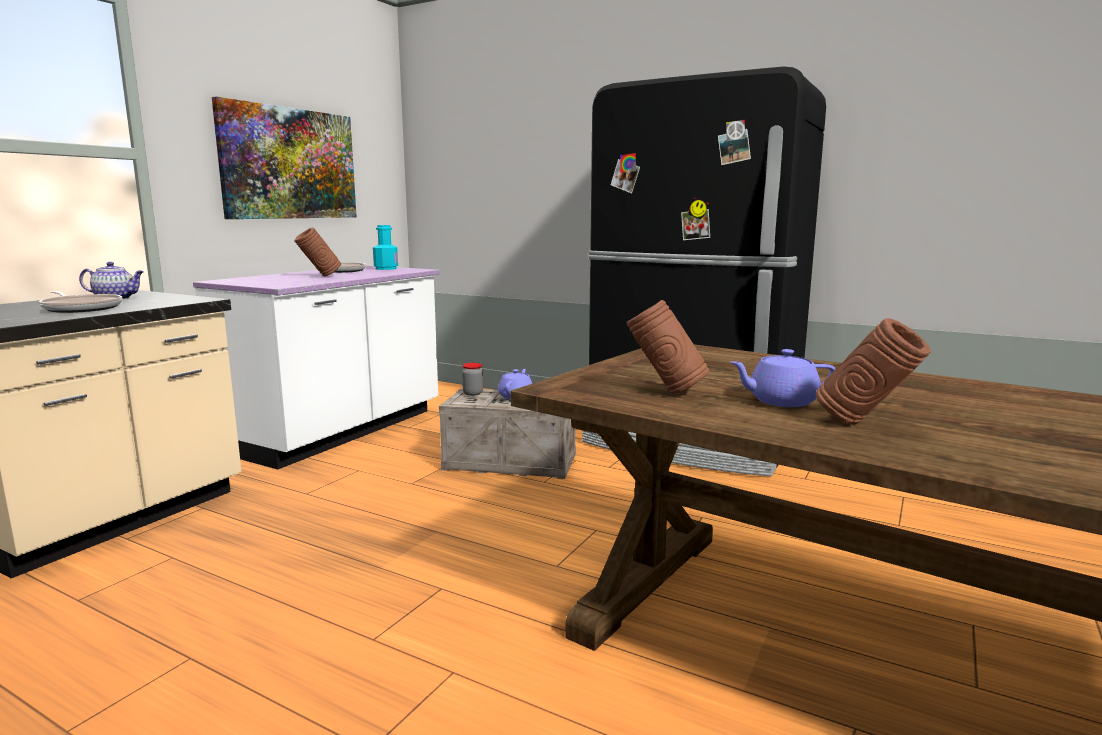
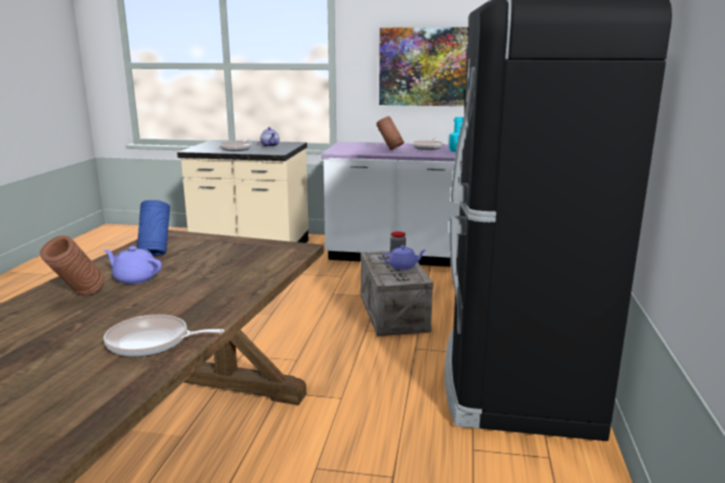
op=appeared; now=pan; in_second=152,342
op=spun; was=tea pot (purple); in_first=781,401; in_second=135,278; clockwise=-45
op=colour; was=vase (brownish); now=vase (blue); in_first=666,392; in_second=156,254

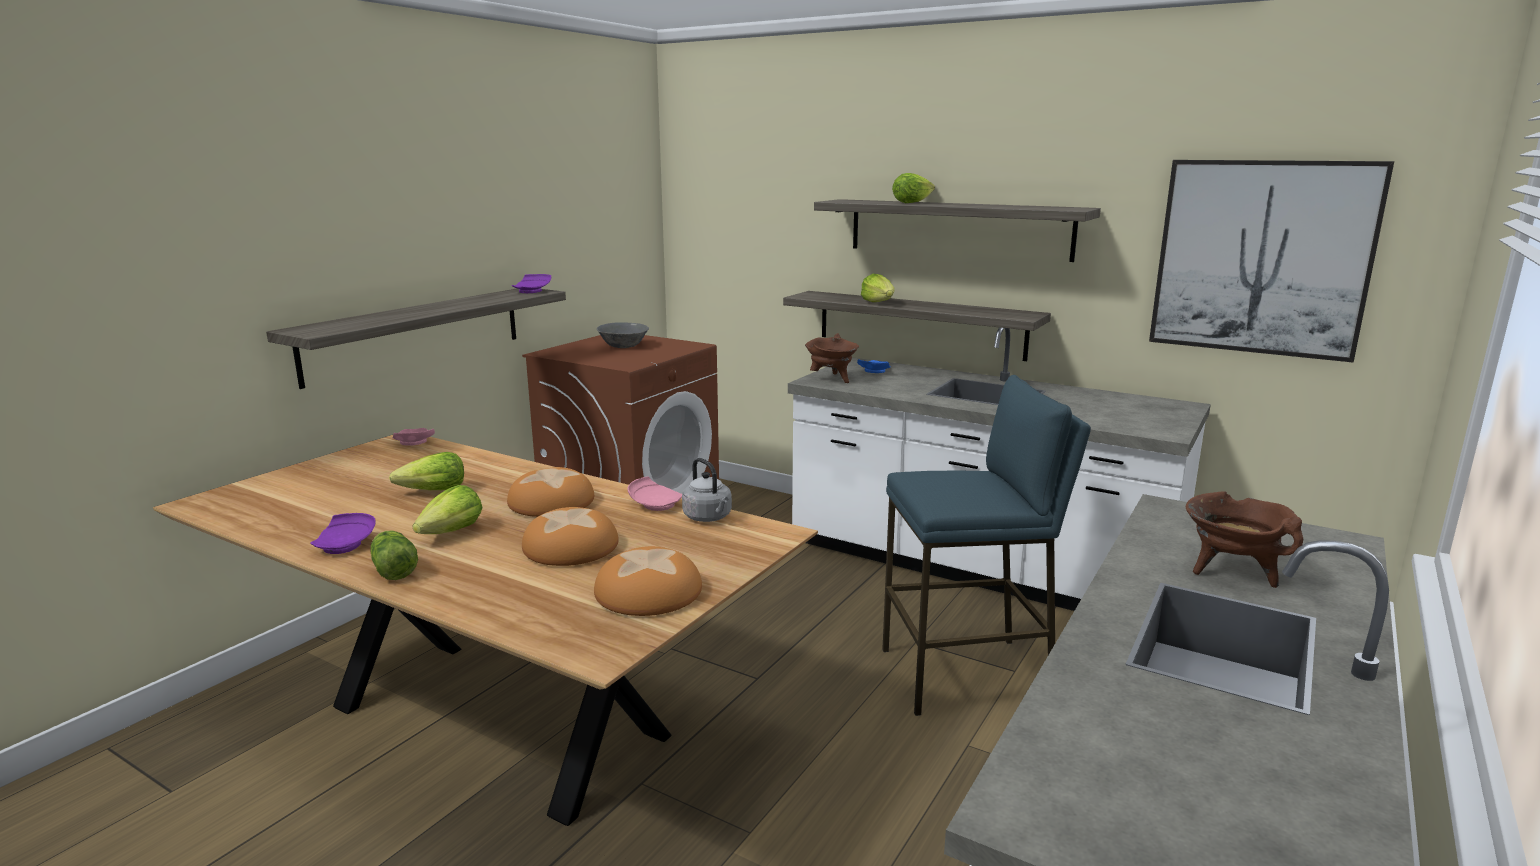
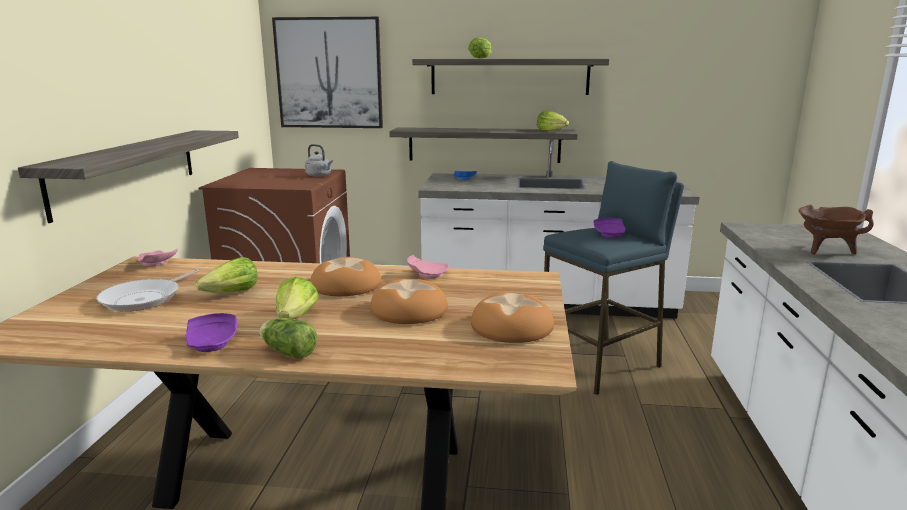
op=appeared; now=pan; in_second=145,298
op=relocated; was=wall art; in_first=1262,258; in_second=329,73
op=relocated; was=tea kettle (gray); in_first=709,517; in_second=319,175
op=relocated; was=lettuce head; in_first=879,303; in_second=552,131
op=relocated; was=dinner plate (purple); in_first=532,291; in_second=610,234
op=missing; was=serving bowl (gray); in_first=622,346
op=missing; was=stockpot (brownish); in_first=832,379

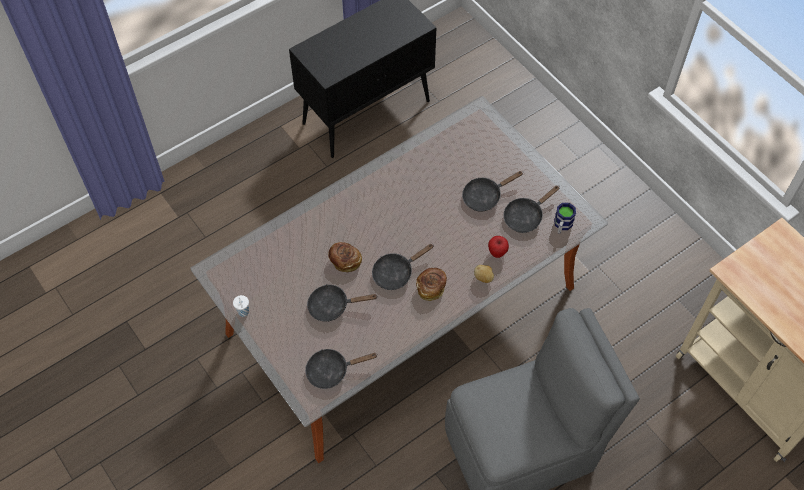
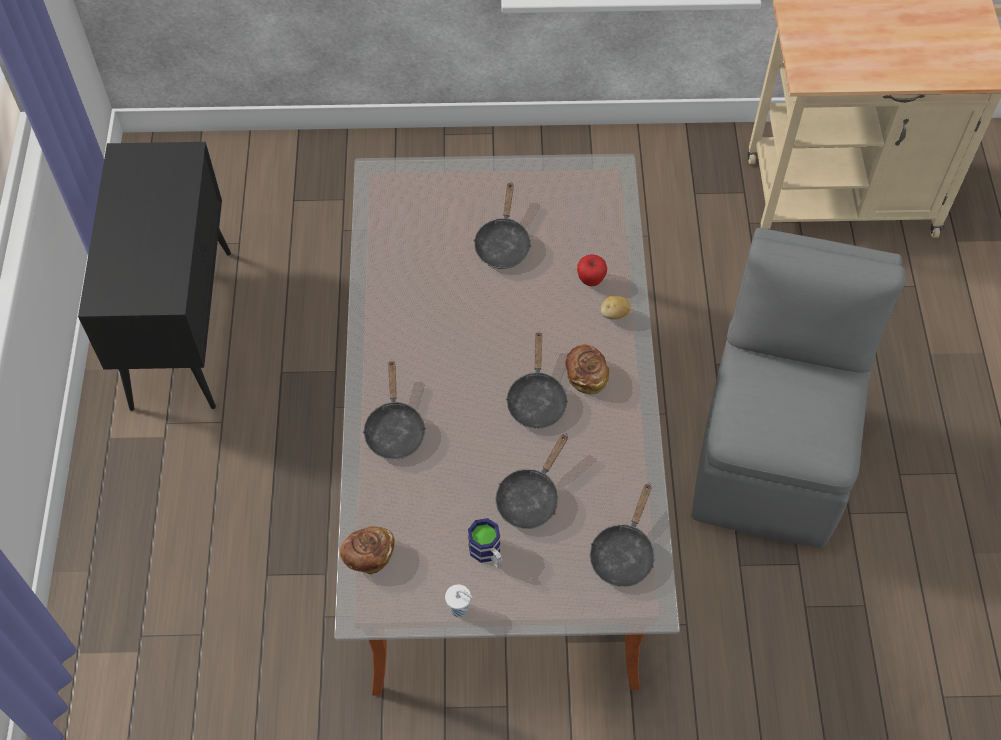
op=relocated; was=baked bread; in_first=345,261; in_second=368,555
op=relocated; was=pan (black); in_first=525,216; in_second=394,429
op=relocated; was=coffee mug; in_first=562,225; in_second=488,553

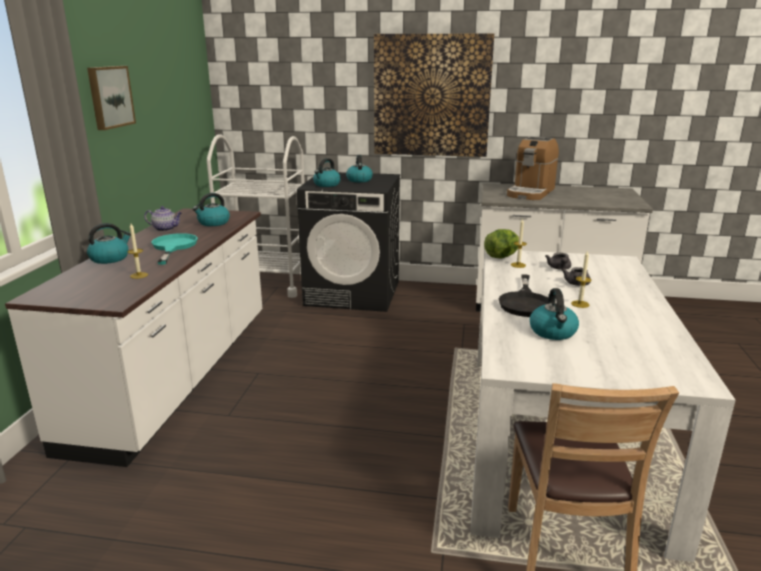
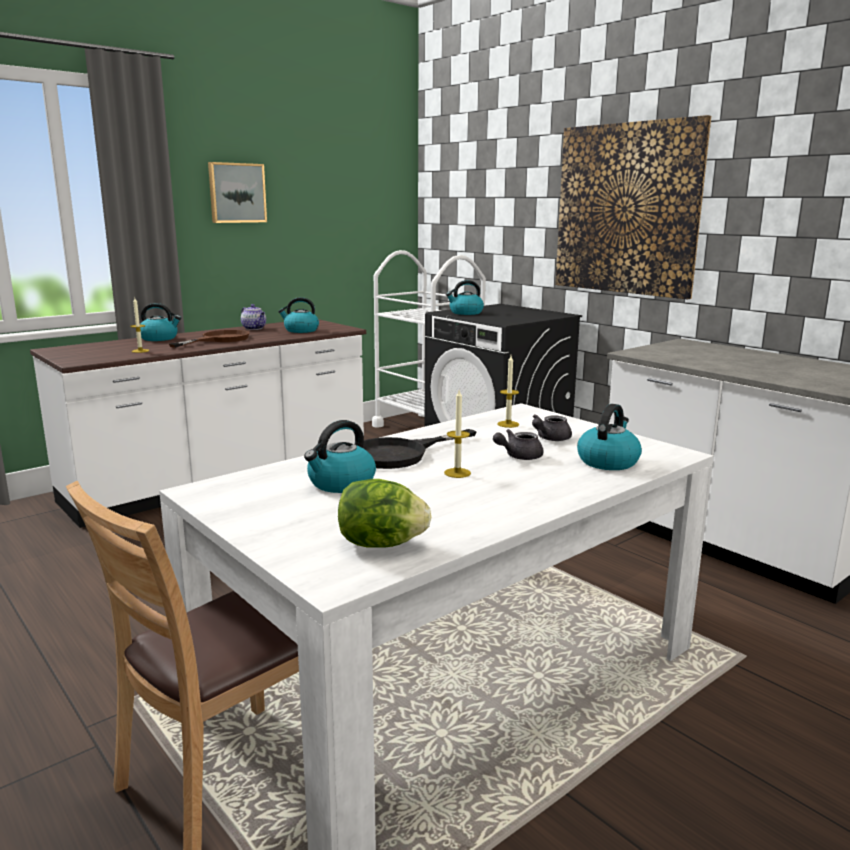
op=colour; was=pan (blue-green); now=pan (brownish); in_first=173,247; in_second=219,340
op=relocated; was=lettuce head; in_first=501,256; in_second=381,544
op=relocated; was=tea kettle; in_first=359,180; in_second=608,461
op=missing; was=coffee brewer; in_first=531,192

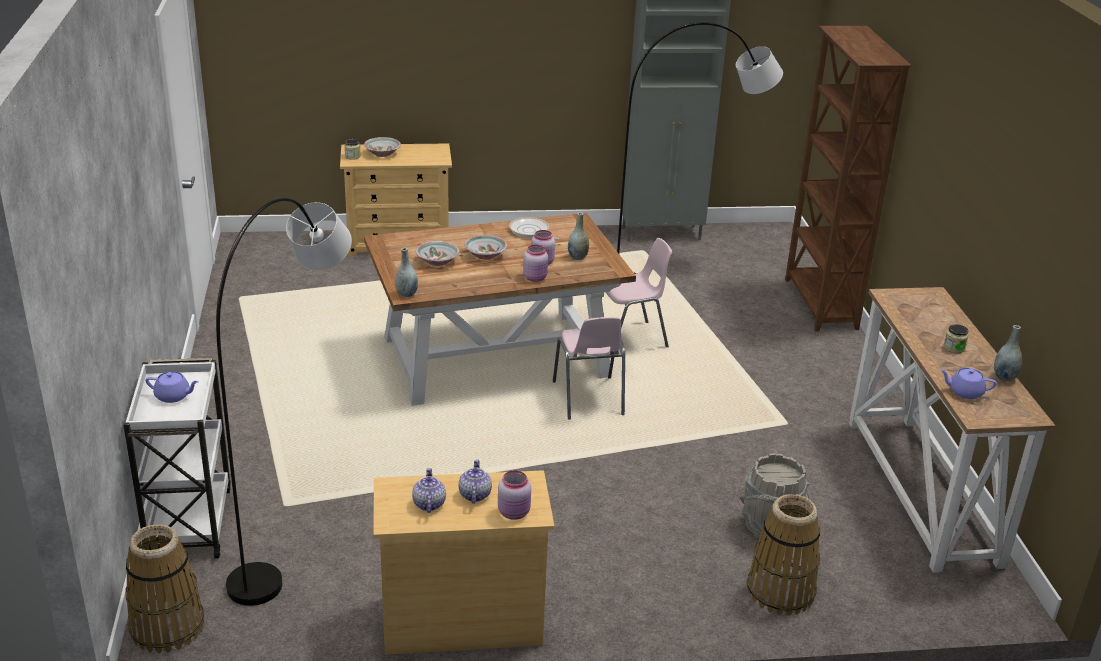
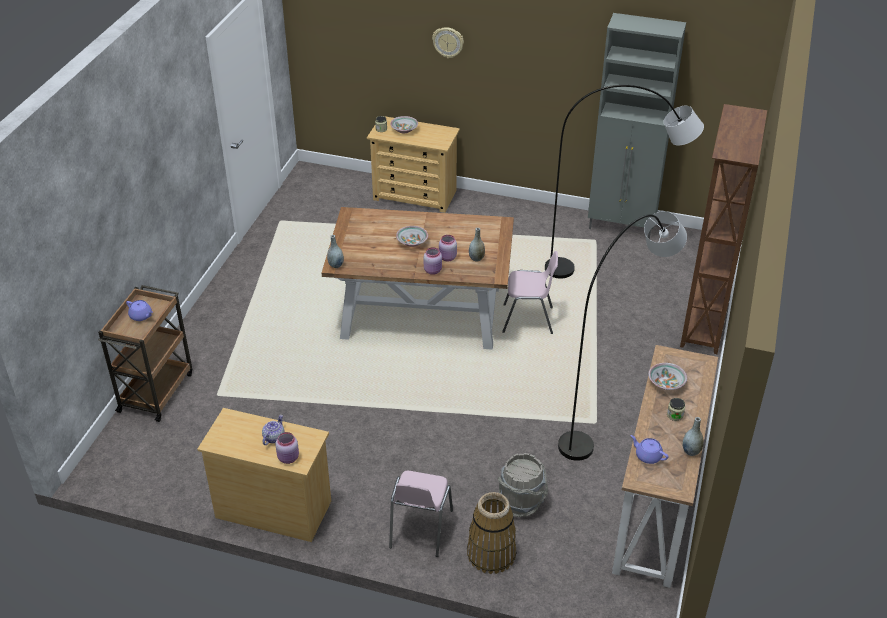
op=colour; was=wheeled cart (white-coloured); now=wheeled cart (brownish); in_first=189,522; in_second=156,391
op=relocated; was=plain chair (pinkish); in_first=588,399; in_second=420,529
op=appeared; now=hanging clock; in_second=448,42
op=relocated; was=floor lamp (gray); in_first=300,523; in_second=612,410
op=relocated; was=serving bowl; in_first=437,262; in_second=666,383
op=missing; was=storage basket; in_first=167,627
op=missing; was=tea pot; in_first=428,503
op=missing; was=pan; in_first=530,231

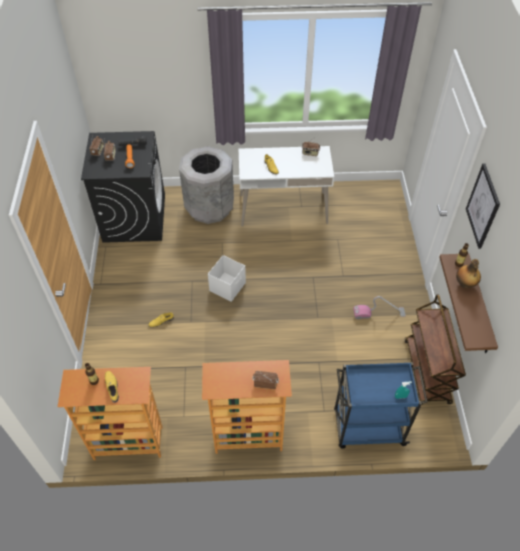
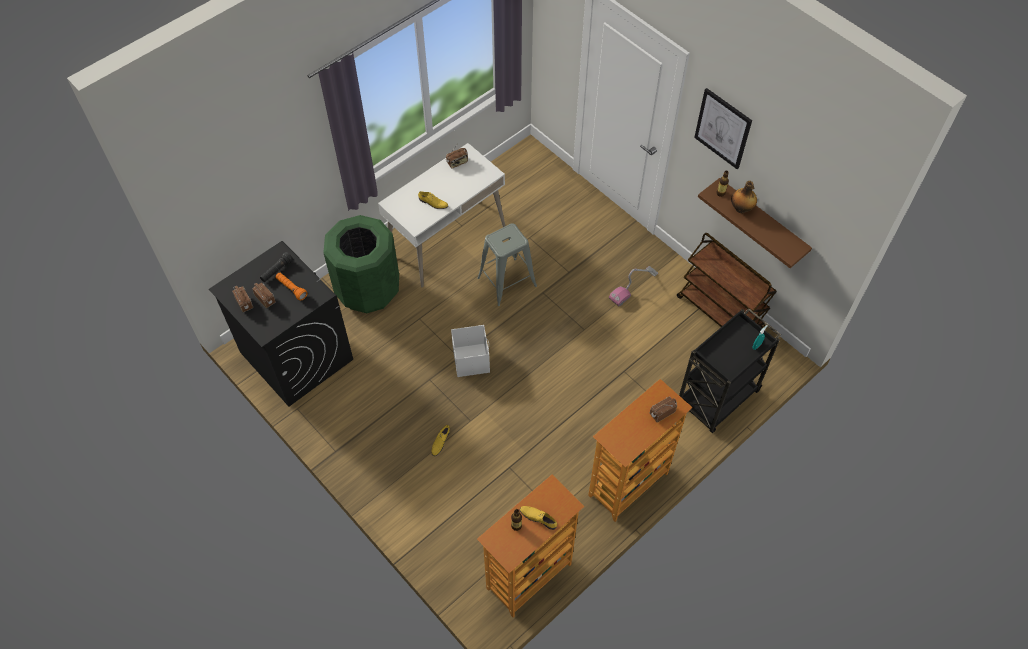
op=colour; was=waste bin (gray); now=waste bin (green-coloured); in_first=209,208; in_second=368,290
op=appeared; now=sitting stool (gray); in_second=507,281
op=colour; was=wheeled cart (blue); now=wheeled cart (black); in_first=367,428; in_second=716,399

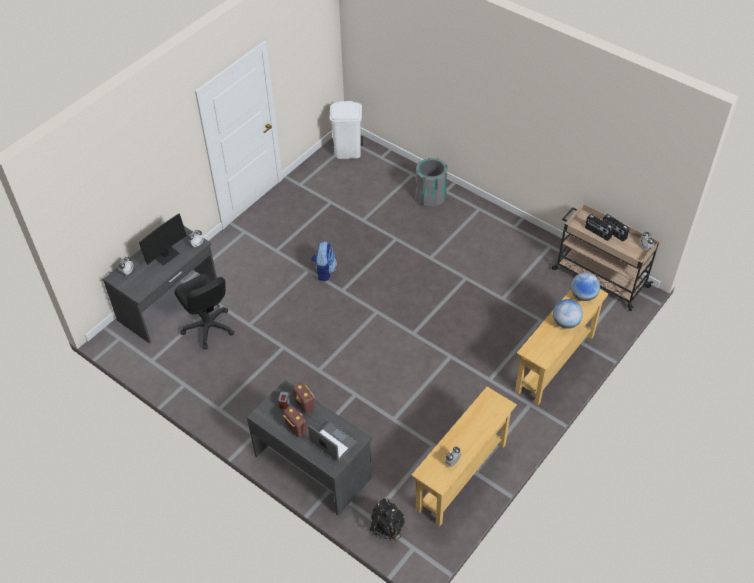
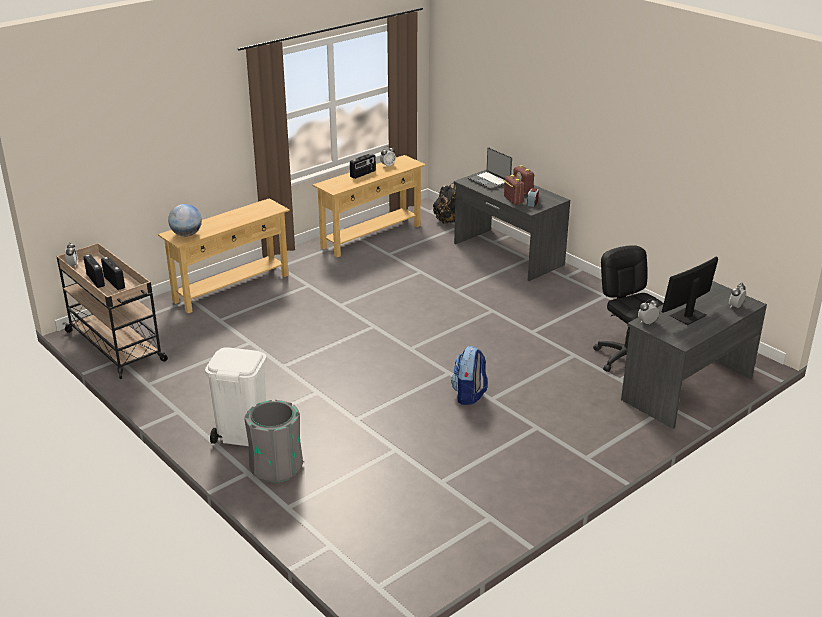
op=relocated; was=waste bin (white-coloured); in_first=348,151; in_second=242,434
op=appeared; now=radio; in_second=363,174
op=missing; was=globe; in_first=565,322

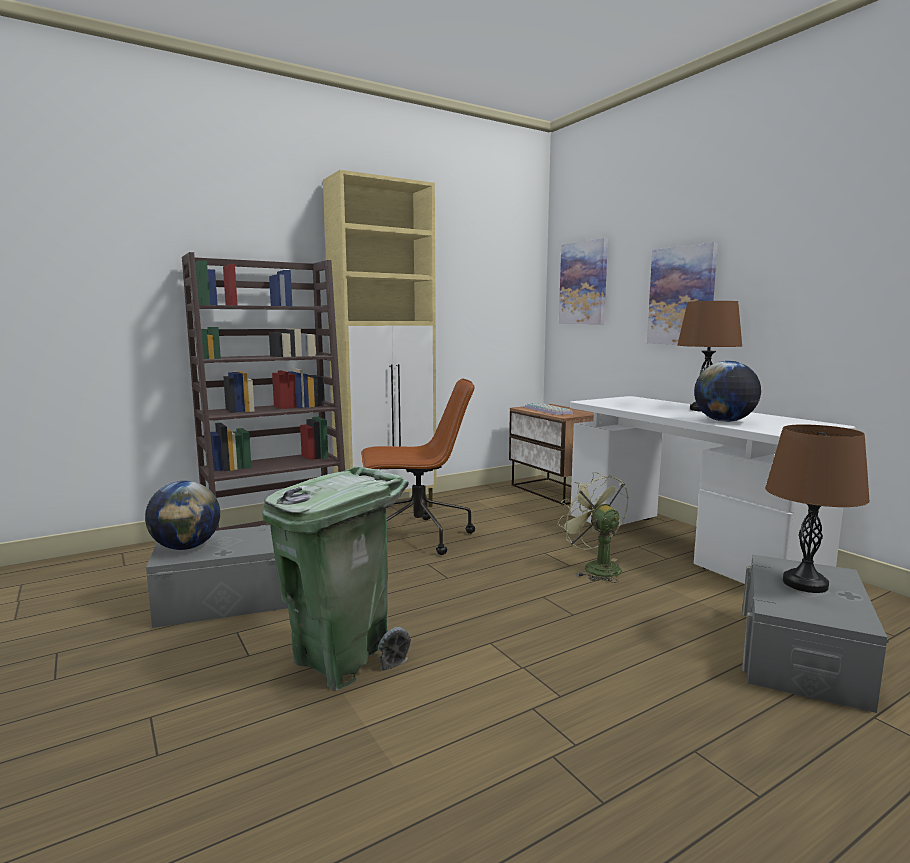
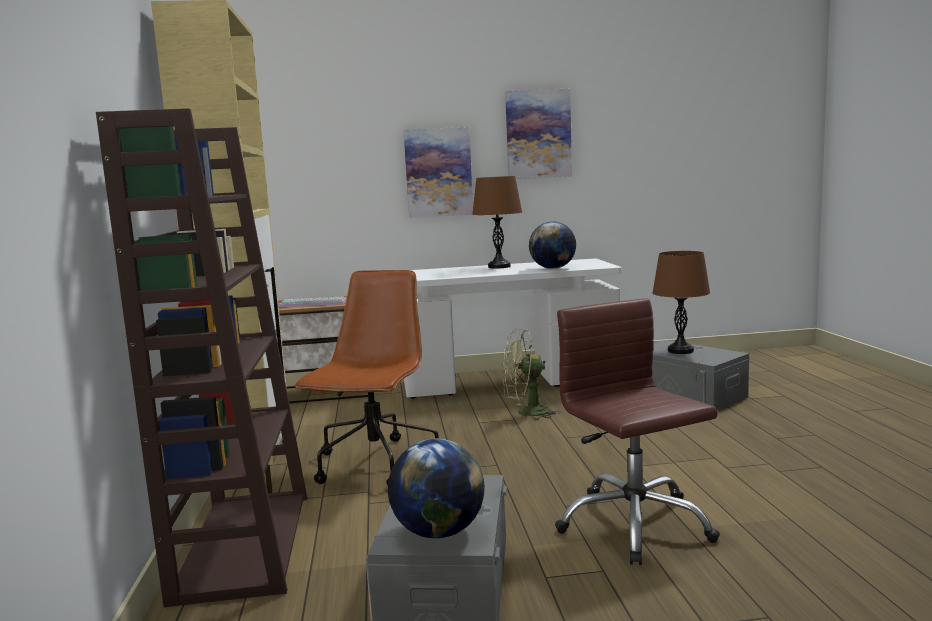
op=relocated; was=wall art; in_first=583,283; in_second=538,134
op=exchanged; was=waste bin (green-coloured); now=desk chair (brownish); in_first=342,660; in_second=633,524

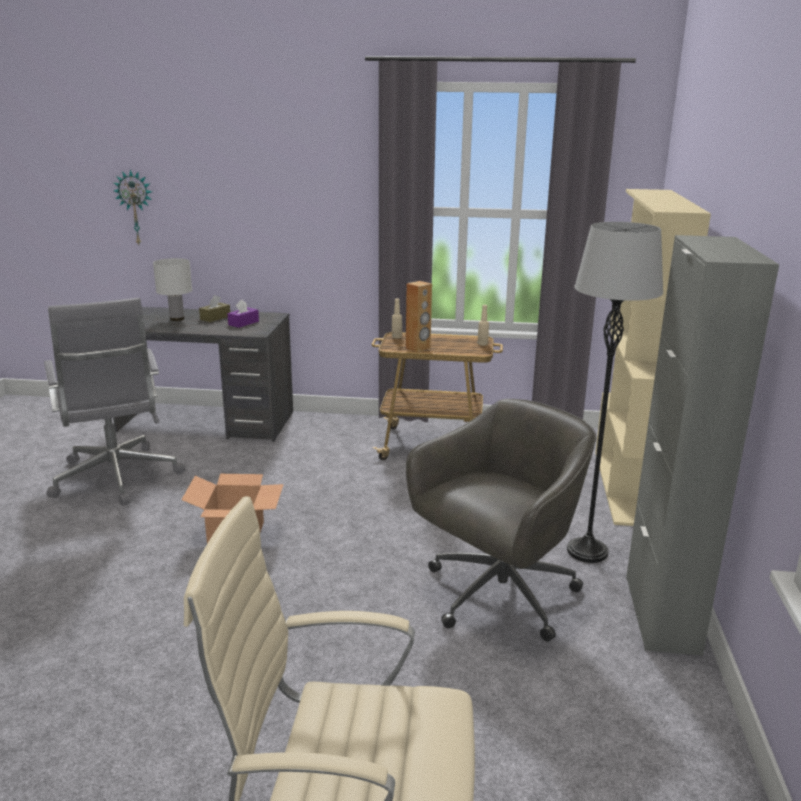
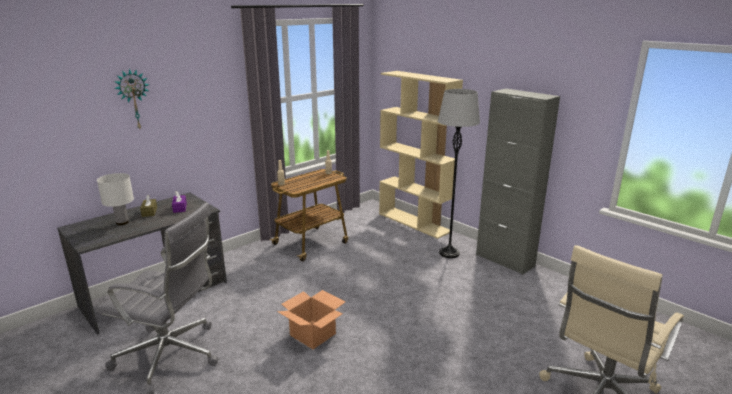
op=relocated; was=hanging clock; in_first=136,208; in_second=133,99
op=missing; was=audio speaker (brownish); in_first=418,348
op=missing; was=desk chair (gray); in_first=497,595

